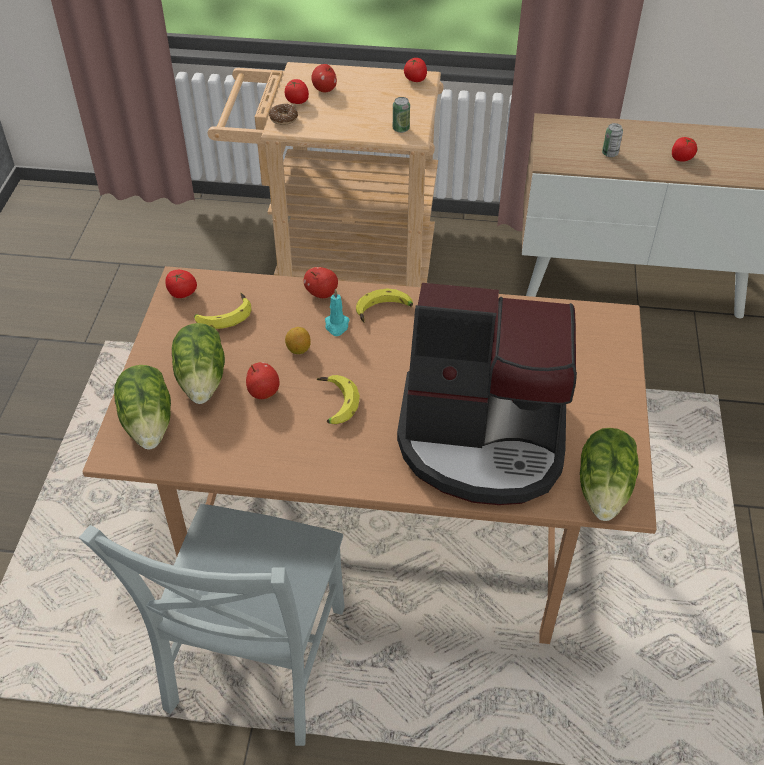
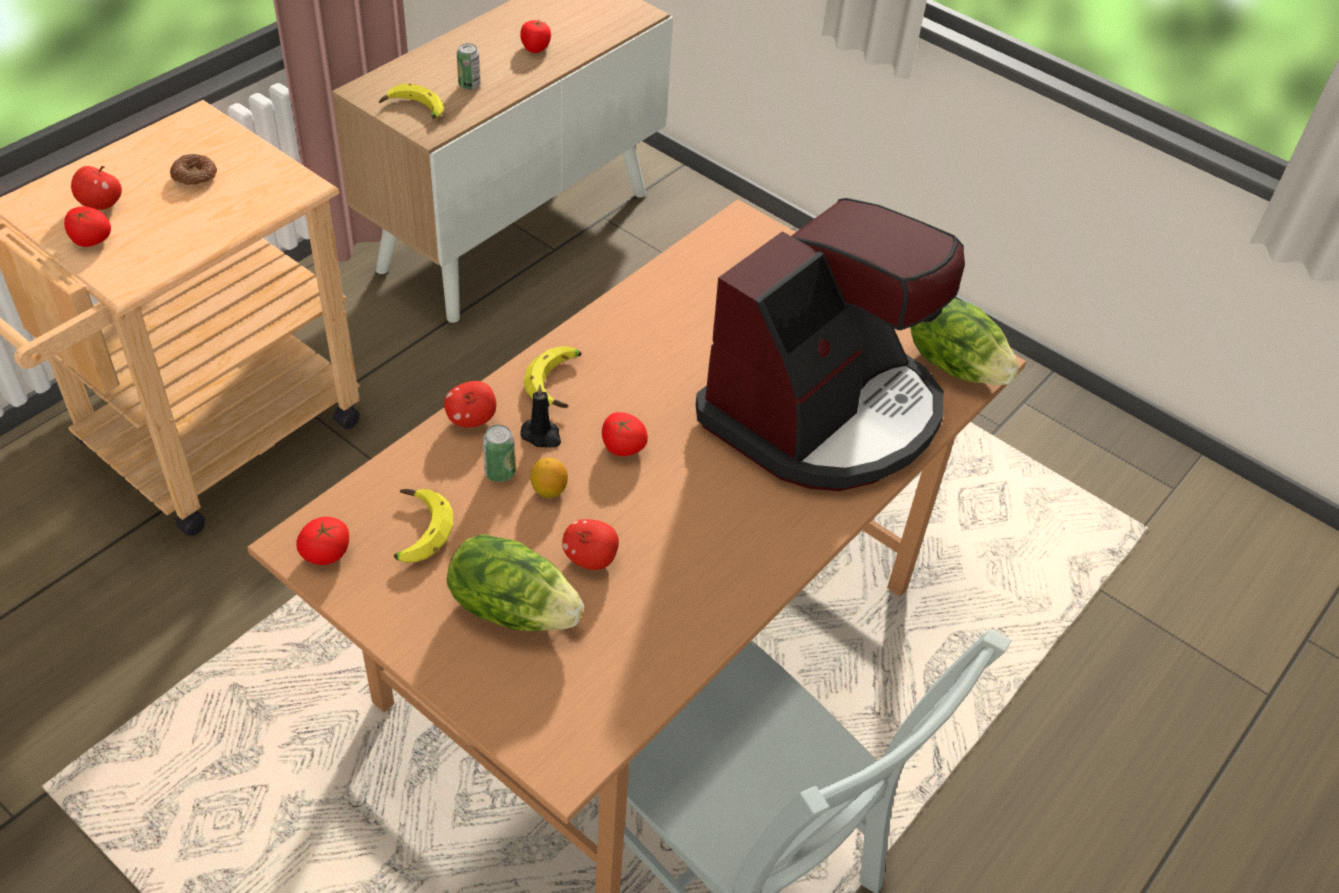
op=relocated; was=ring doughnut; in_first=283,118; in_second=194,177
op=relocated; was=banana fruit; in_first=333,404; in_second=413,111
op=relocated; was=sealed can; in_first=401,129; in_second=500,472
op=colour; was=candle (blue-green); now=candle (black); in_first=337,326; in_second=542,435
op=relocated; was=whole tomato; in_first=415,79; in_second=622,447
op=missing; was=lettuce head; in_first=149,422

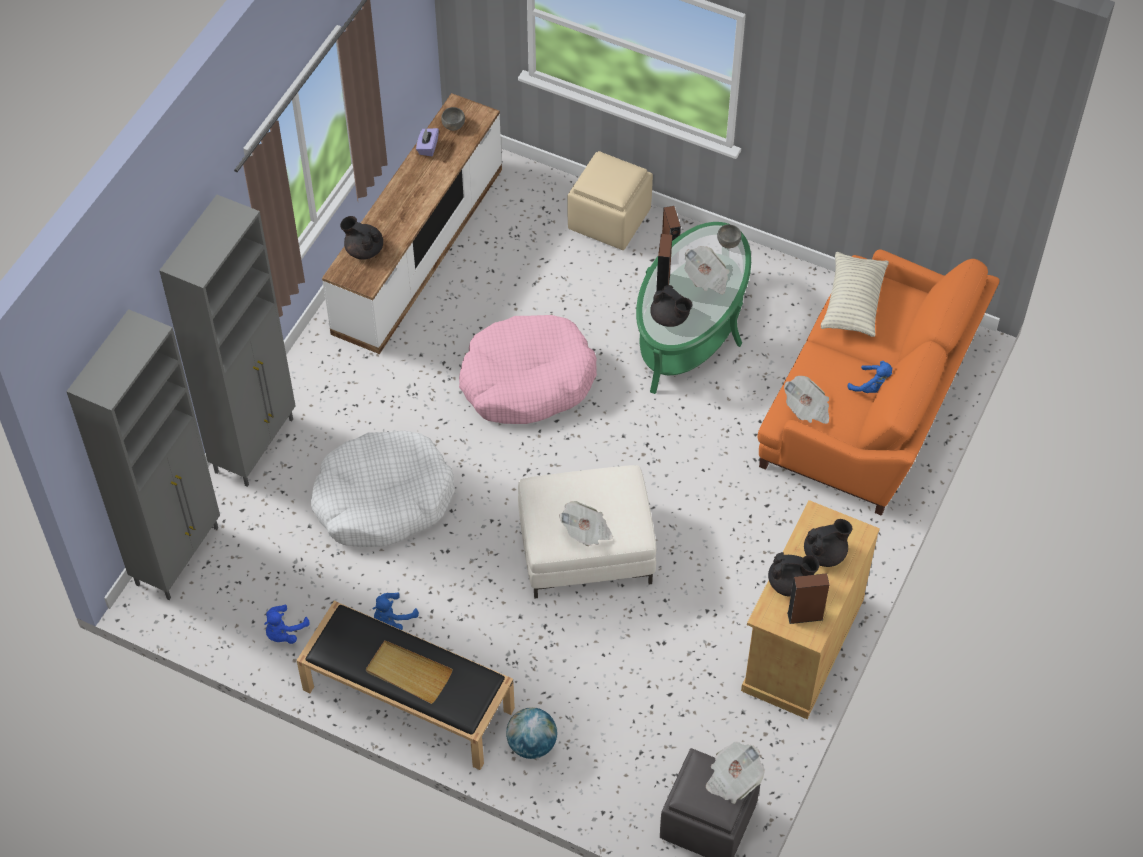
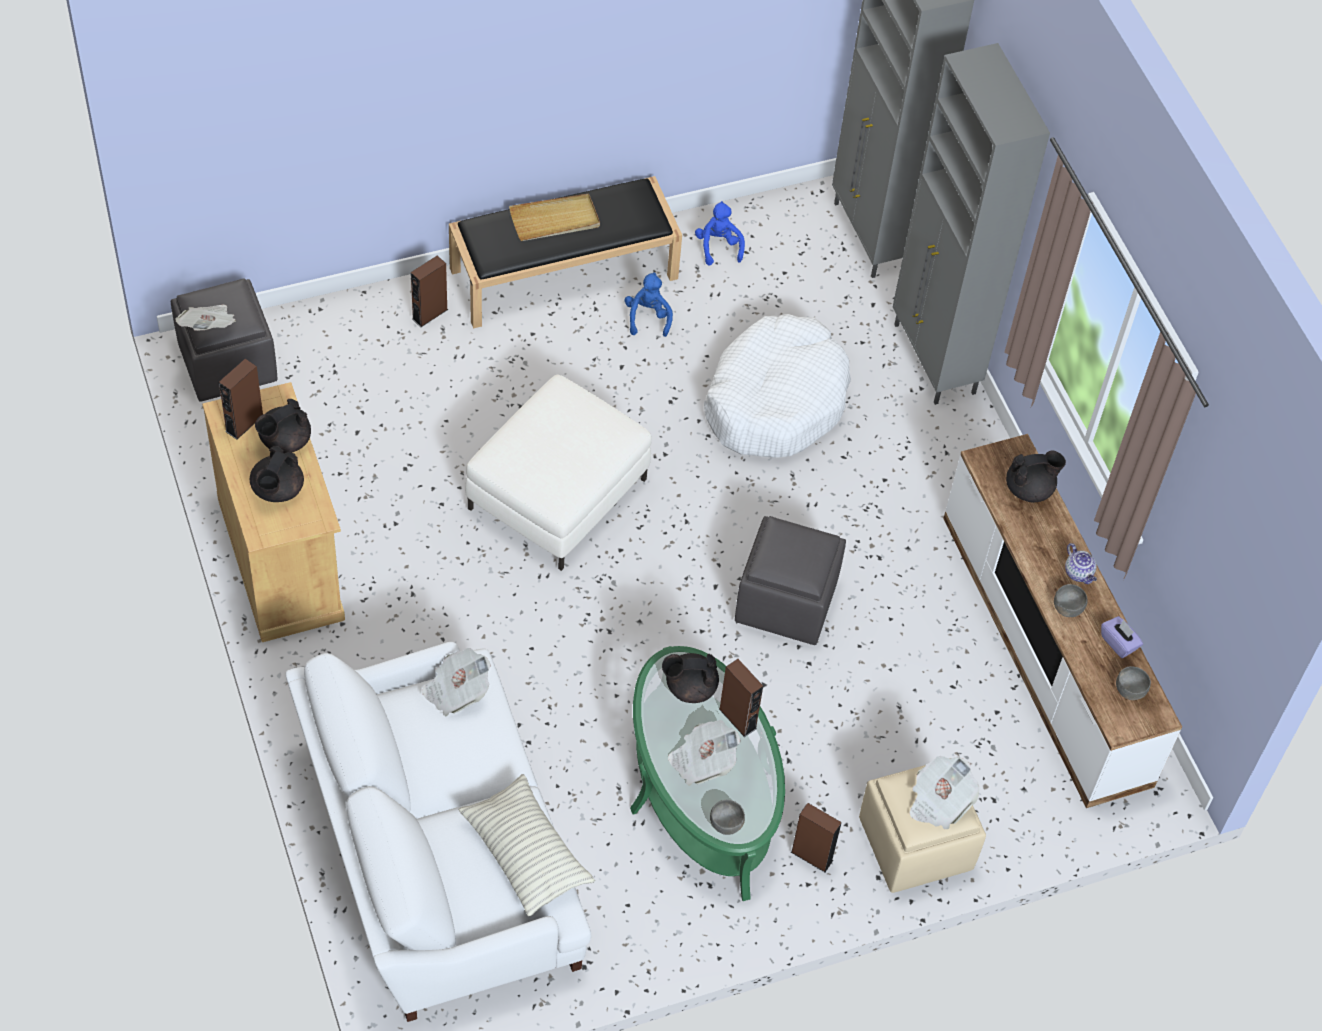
op=colour; was=sofa (orange-coloured); now=sofa (white-coloured); in_first=871,404; in_second=437,854
op=exchanged; was=globe; now=audio speaker (brownish); in_first=532,744; in_second=430,314
op=exchanged; was=dog bed (pinkish); now=footrest (gray); in_first=527,380; in_second=786,602
op=relocated; was=printed paper; in_first=586,532; in_second=939,801
op=appeared; now=serving bowl (gray); in_second=1067,608
op=appeared; now=tea pot; in_second=1079,573
op=missing; was=soft toy (blue); in_first=874,388

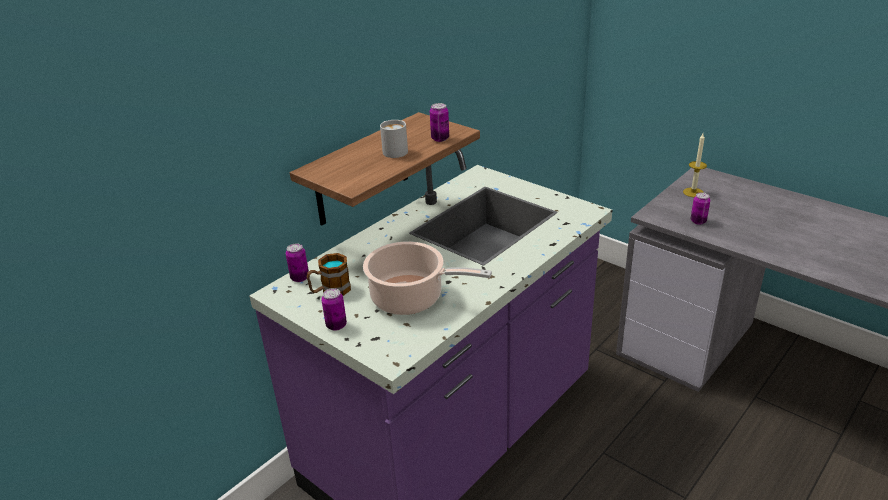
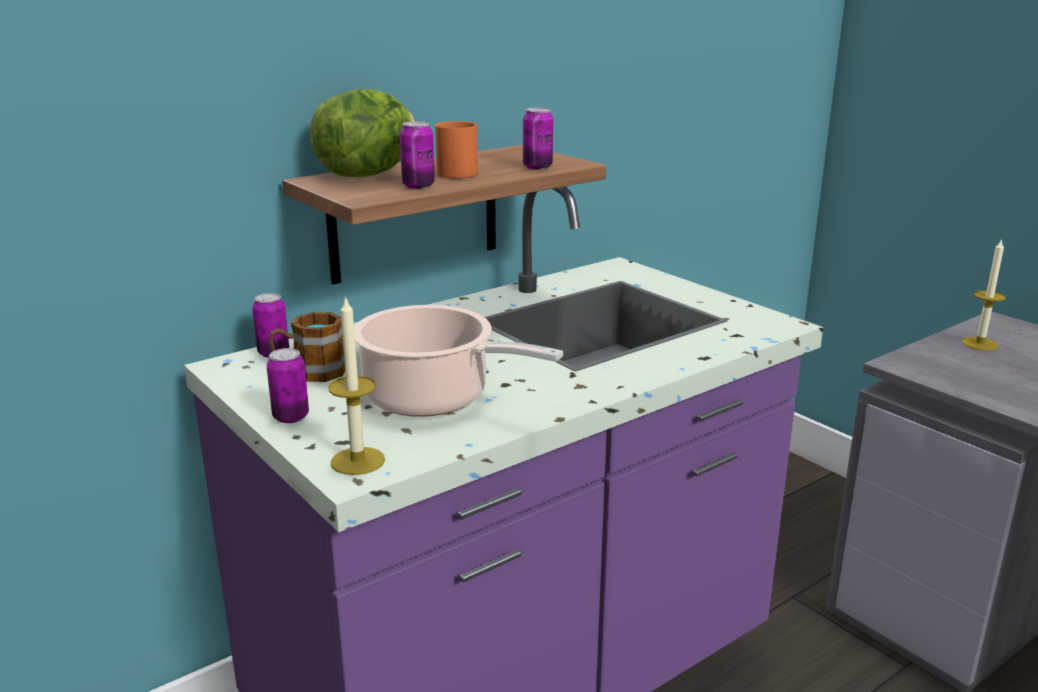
op=appeared; now=lettuce head; in_second=368,174
op=appeared; now=candle; in_second=358,461
op=relocated; was=sealed can; in_first=698,221; in_second=418,186
op=colour; was=coffee mug (white-coloured); now=coffee mug (orange-coloured); in_first=393,150; in_second=455,171

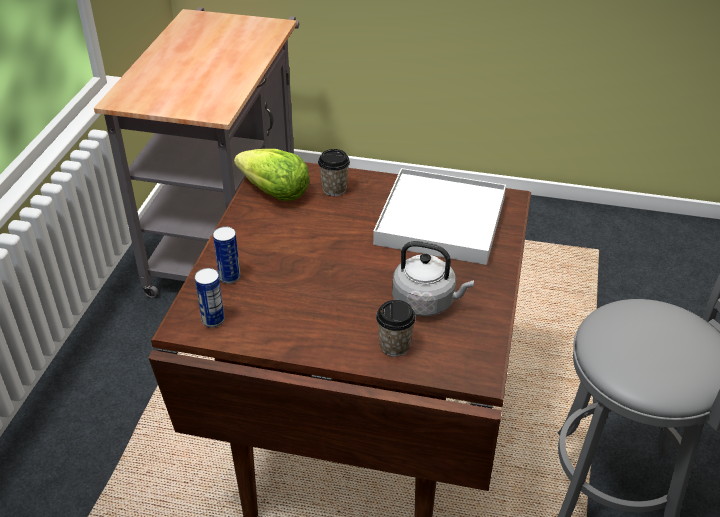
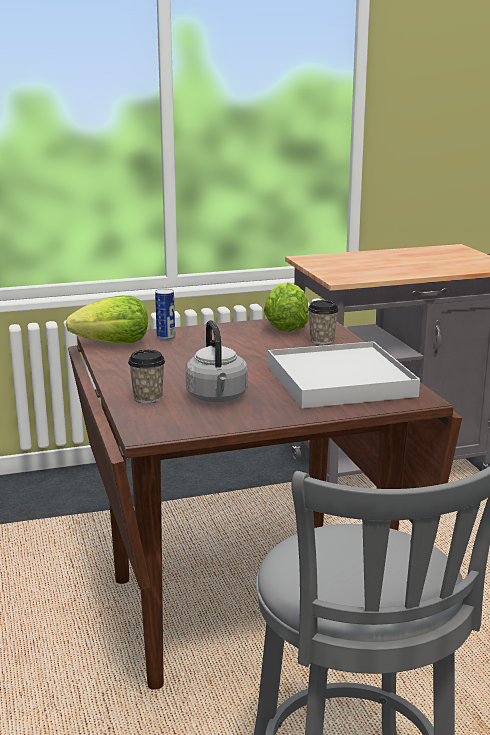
op=exchanged; was=sealed can; now=lettuce head; in_first=213,320; in_second=113,344

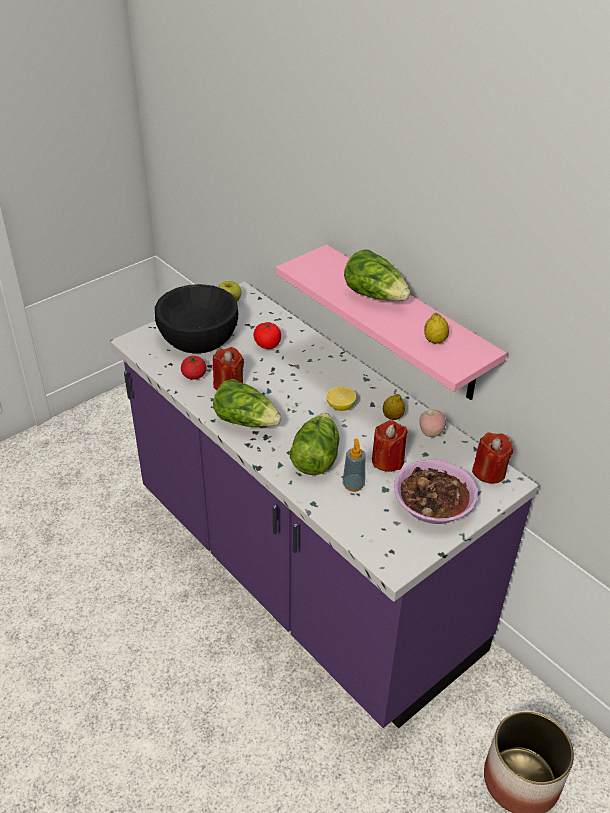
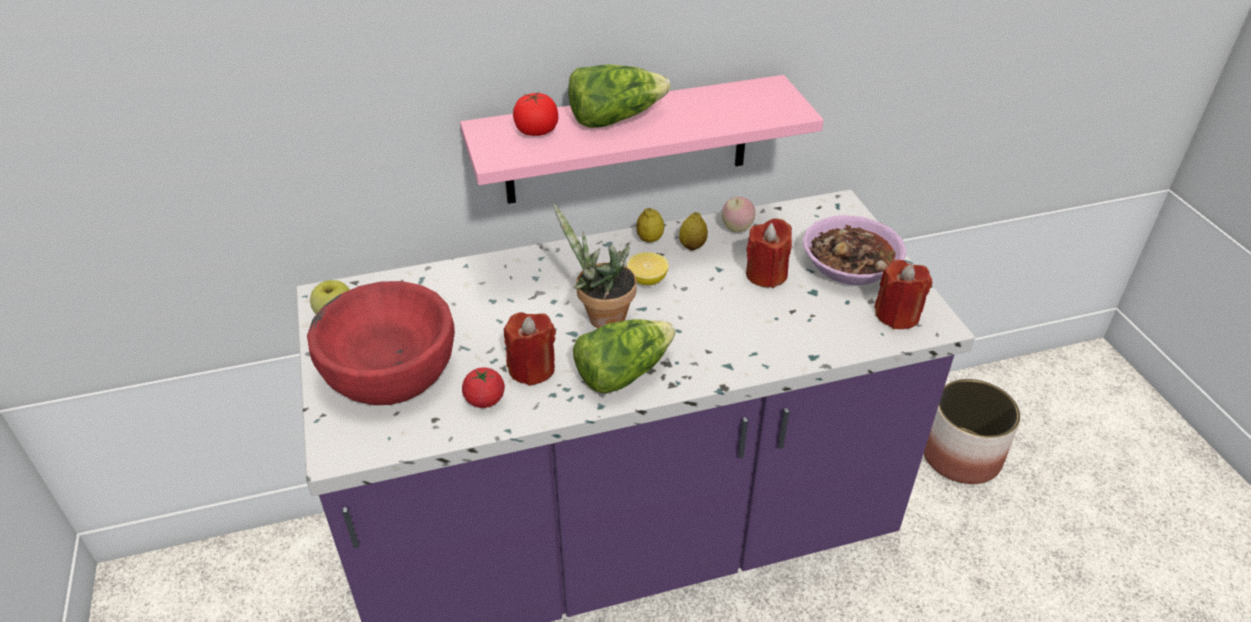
op=colour; was=serving bowl (black); now=serving bowl (reddish); in_first=198,335; in_second=389,370
op=relocated; was=whole tomato; in_first=267,345; in_second=536,131
op=appeared; now=houseplant; in_second=601,317
op=relocated; was=whole lemon; in_first=435,341; in_second=650,239
op=relocated; was=candle (reddish); in_first=489,472; in_second=897,315
op=missing; was=lettuce head; in_first=315,457
op=missing; was=soap dispenser; in_first=353,485

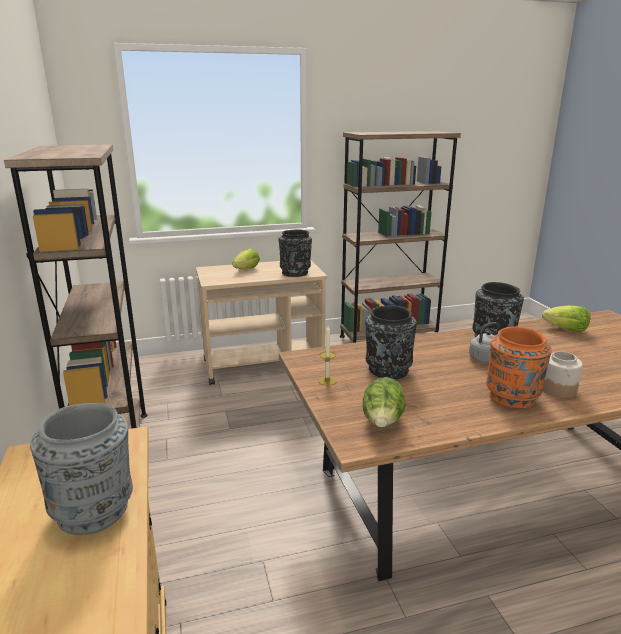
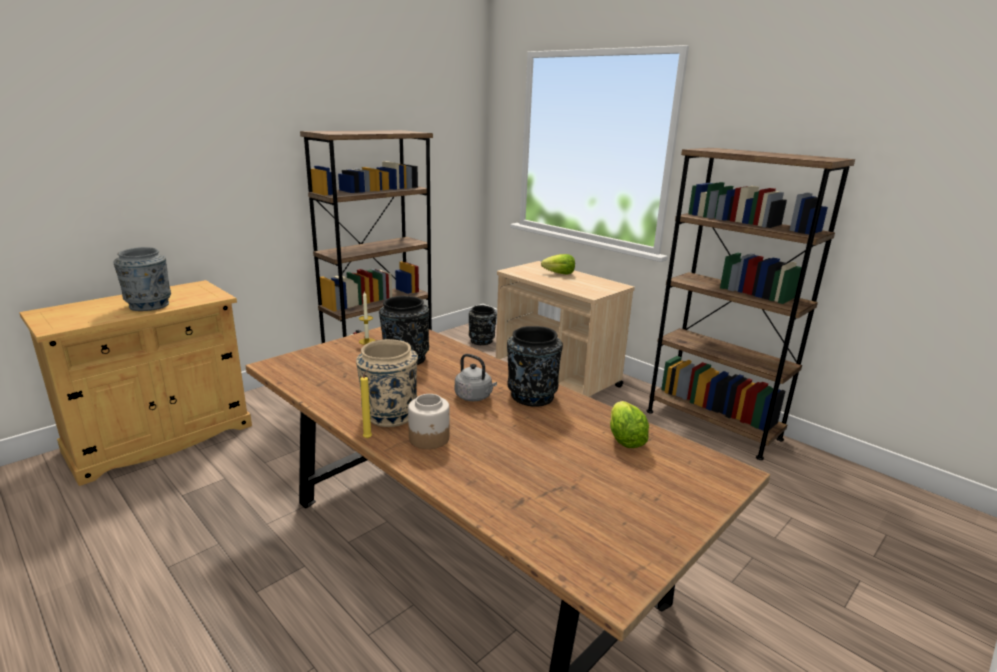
op=colour; was=vase (orange-coloured); now=vase (beige-coloured); in_first=512,398; in_second=389,415
op=appeared; now=candle (yellow); in_second=368,437
op=relocated; was=vase (black); in_first=295,273; in_second=482,341
op=missing; was=lettuce head; in_first=382,423

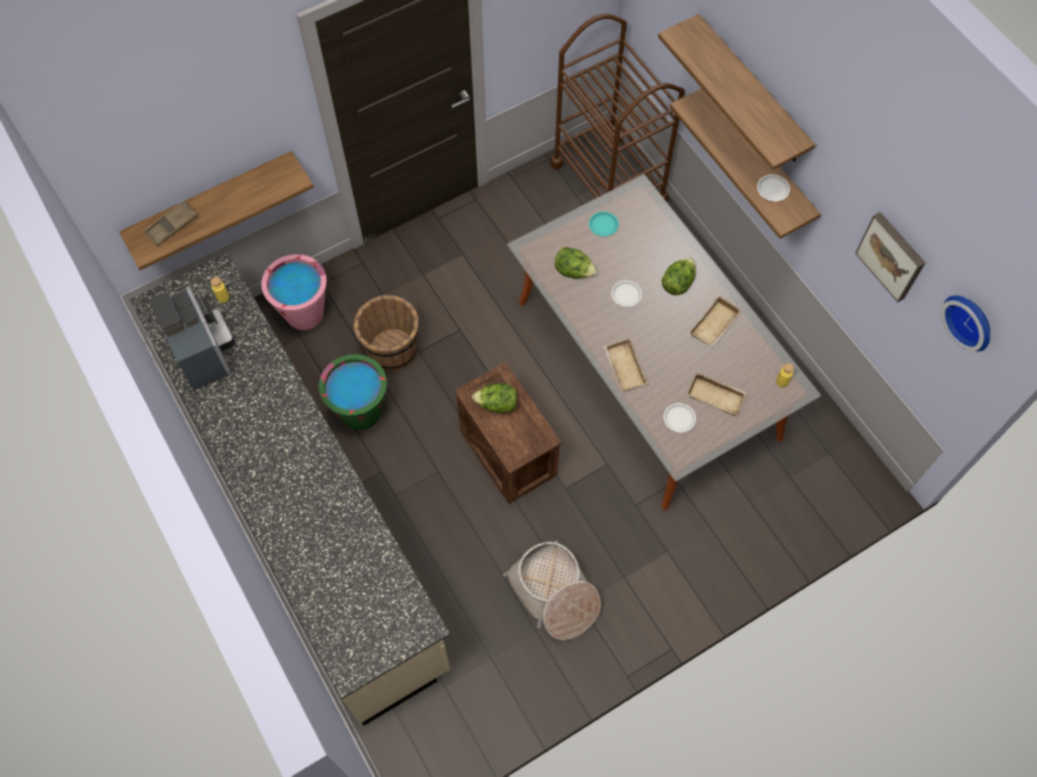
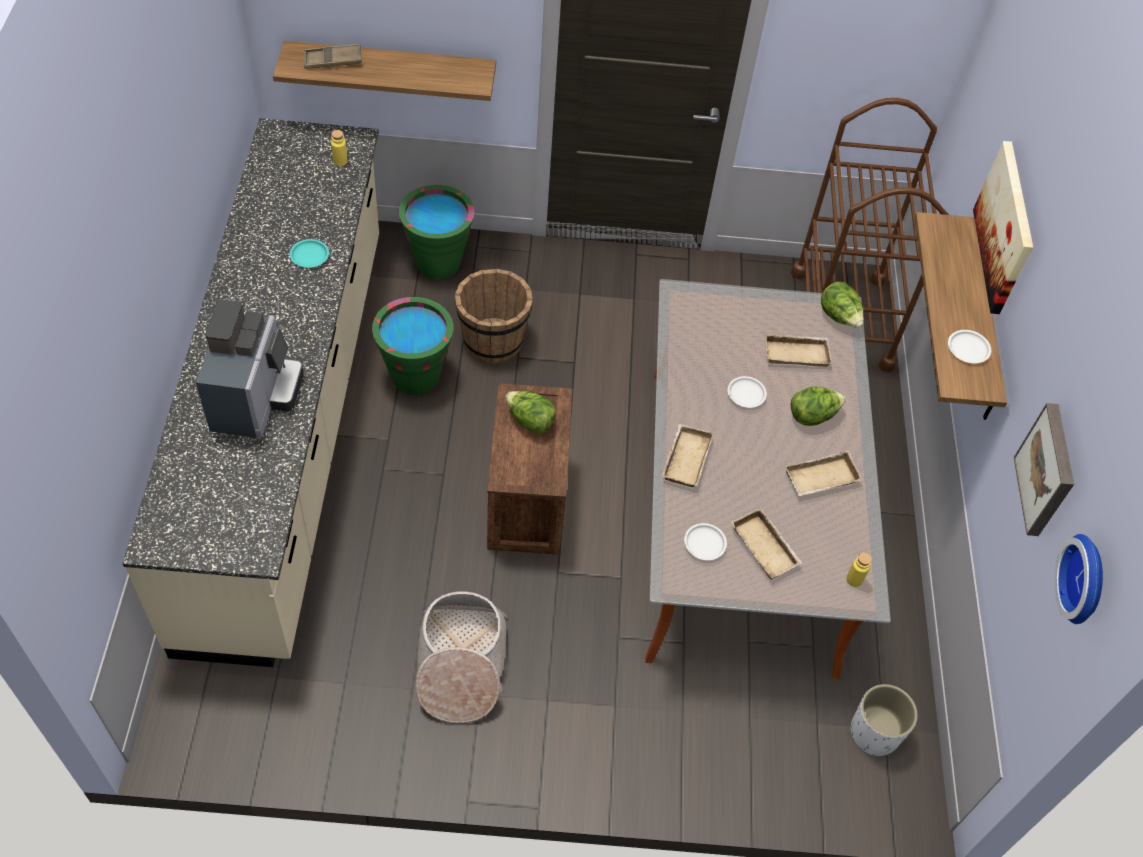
op=relocated; was=coffee brewer; in_first=204,351; in_second=255,398
op=relocated; was=dinner plate (blue-green); in_first=603,225; in_second=309,256
op=colour; was=water bucket (pinkish); now=water bucket (green-coloured); in_first=304,313; in_second=438,262
op=appeared; now=carrying tray (beige-coloured); in_second=797,352
op=relocated; was=lettuce head; in_first=574,271; in_second=839,317
op=appeared; now=plant pot (white-coloured); in_second=874,733
op=exchanged; was=bracket shelf; now=wall art; in_first=751,91; in_second=1005,227

